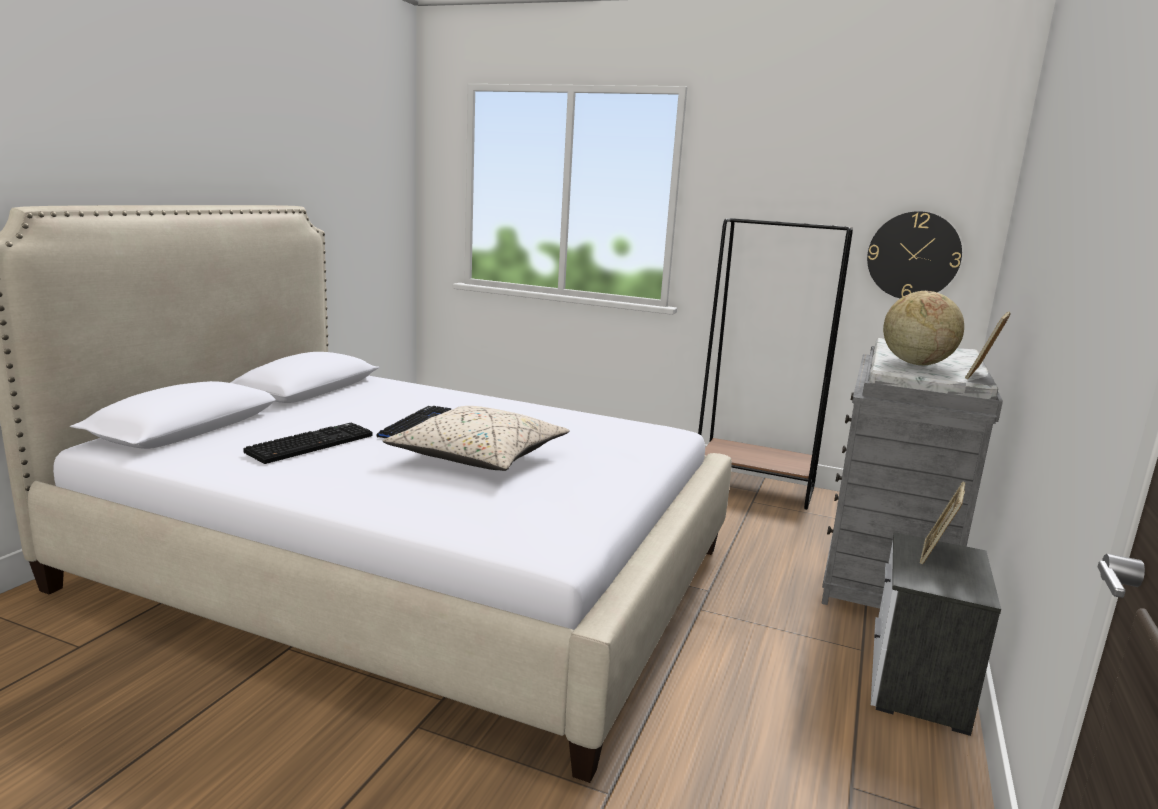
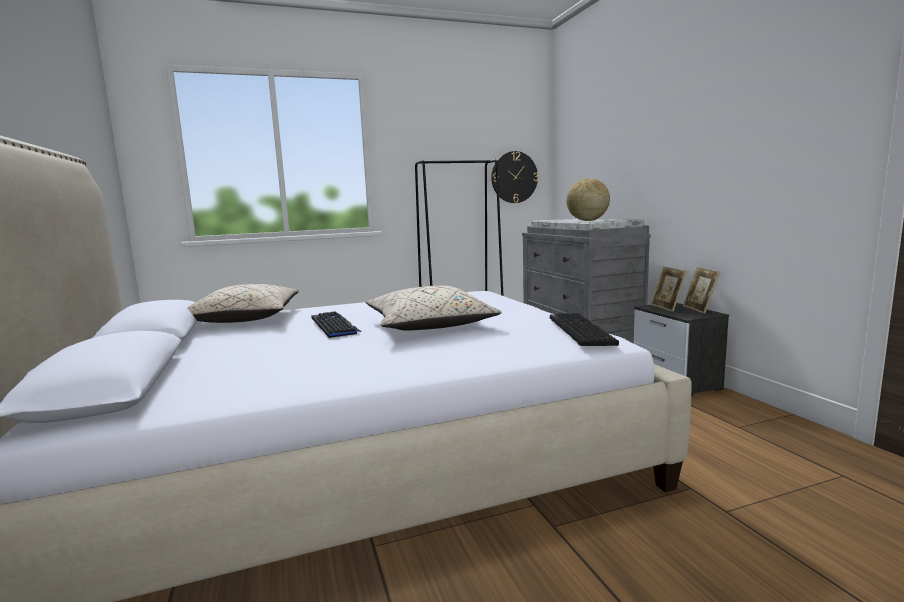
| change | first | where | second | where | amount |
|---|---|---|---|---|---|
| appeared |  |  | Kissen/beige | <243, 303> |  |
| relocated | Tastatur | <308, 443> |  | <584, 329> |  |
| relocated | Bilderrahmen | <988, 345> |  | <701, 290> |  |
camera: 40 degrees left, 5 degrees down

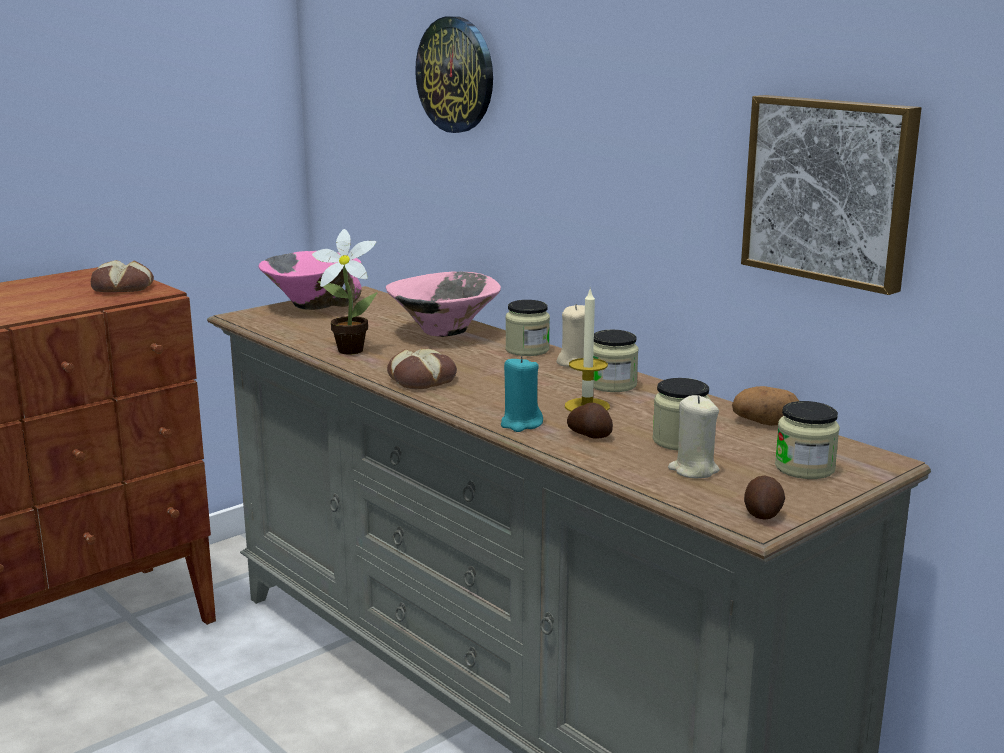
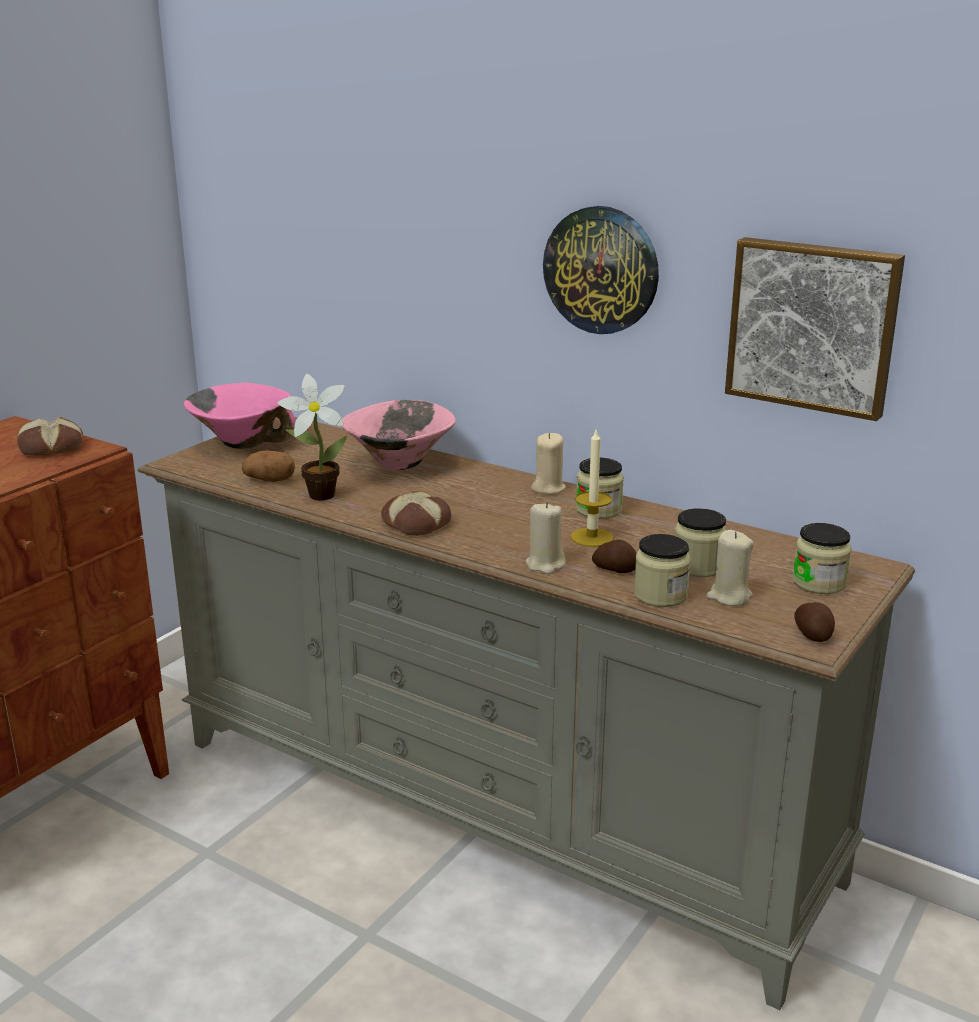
| change | first | where | second | where | amount |
|---|---|---|---|---|---|
| relocated | Kartoffel | <765, 406> |  | <268, 466> |  |
| colour | Kerze/türkis | <522, 394> | Kerze/beige | <546, 538> |  |
| relocated | Wanduhr | <454, 74> |  | <601, 270> |  |
| relocated | Vorratsglas | <527, 328> |  | <662, 570> |  |
camera: 15 degrees left, 5 degrees up

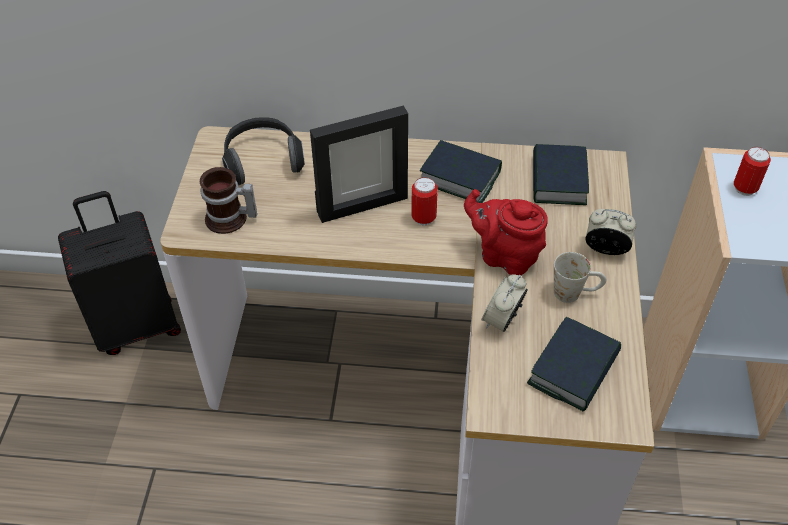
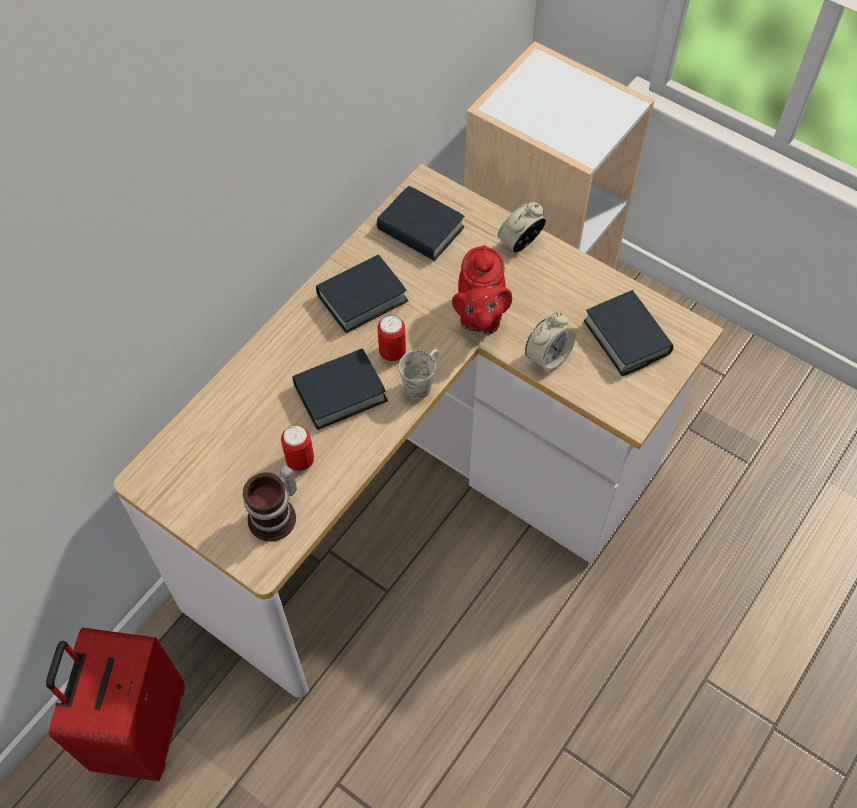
| change | first | where | second | where | amount |
|---|---|---|---|---|---|
| colour | Koffer/schwarz | <119, 273> | Koffer/rot | <115, 704> |  |
| relocated | Dose | <752, 171> |  | <297, 448> |  |
| exchanged | Bilderrahmen | <359, 164> | Buch | <340, 389> |  |
| relocated | Henkelbecher/weiß | <580, 277> |  | <419, 374> |  |
| spun | Teekanne/rot | <506, 232> |  | <482, 290> | 60 degrees counterclockwise |
| spun | Wecker | <505, 303> |  | <550, 342> | 105 degrees counterclockwise |
| missing | Kopfhörer | <263, 151> |  |  |  |
camera: 60 degrees left, 10 degrees up

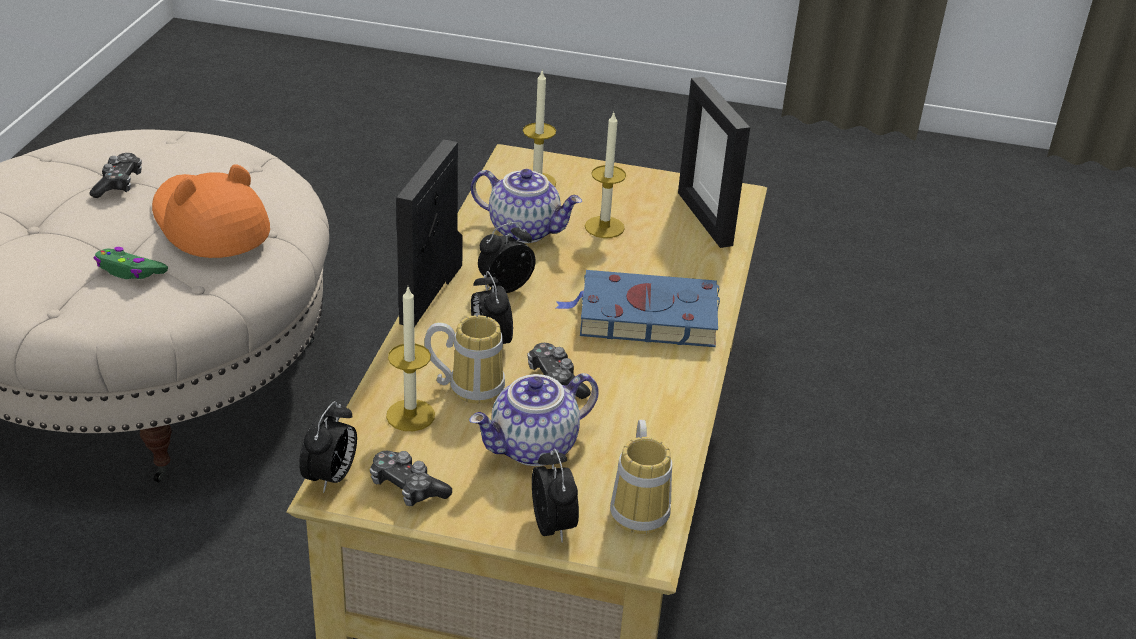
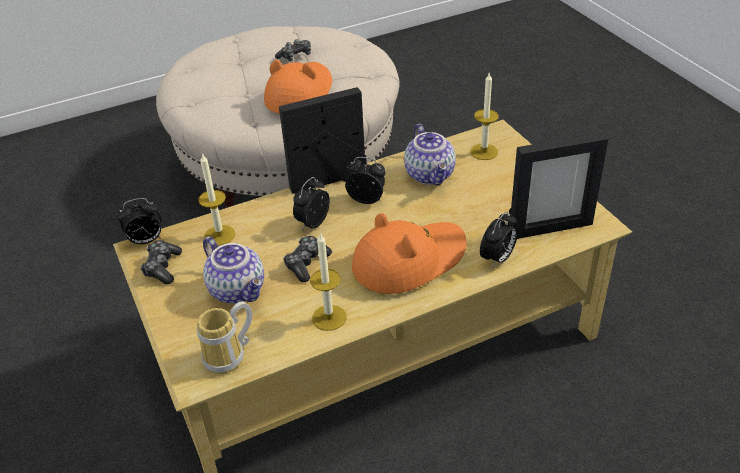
| change | first | where | second | where | amount |
|---|---|---|---|---|---|
| spun | Teekanne | <534, 419> |  | <233, 270> | 150 degrees counterclockwise |
| relocated | Kerze | <605, 175> |  | <328, 281> |  |
| exchanged | Buch/blau | <638, 308> | Hut/orange | <409, 253> |  |
| relocated | Wecker | <555, 496> |  | <498, 239> |  |
| spun | Bilderrahmen | <714, 162> |  | <558, 186> | 135 degrees counterclockwise |
| missing | Gamepad/grün | <131, 263> |  |  |  |
| missing | Henkelbecher | <464, 359> |  |  |  |
camera: 55 degrees right, 5 degrees up

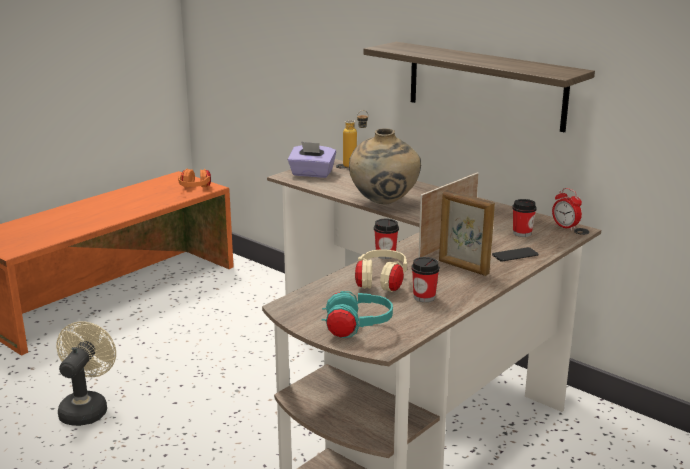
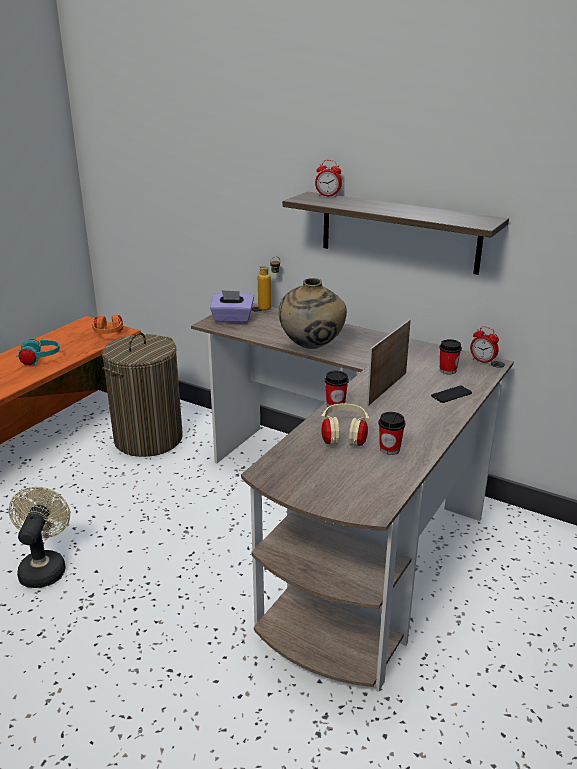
| change | first | where | second | where | amount |
|---|---|---|---|---|---|
| relocated | Kopfhörer/türkis | <357, 314> |  | <38, 352> |  |
| appeared |  |  | Wäschekorb | <142, 394> |  |
| appeared |  |  | Wecker | <328, 178> |  |
| missing | Bilderrahmen | <467, 233> |  |  |  |
camera: 10 degrees left, 5 degrees up

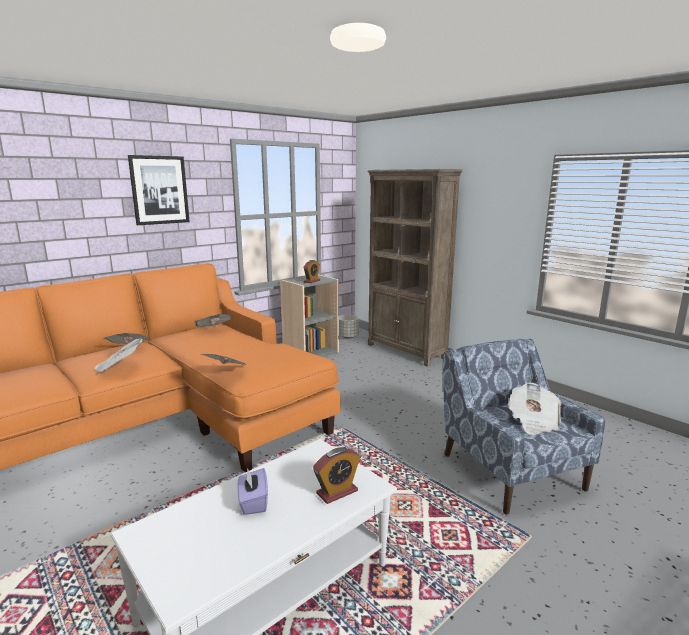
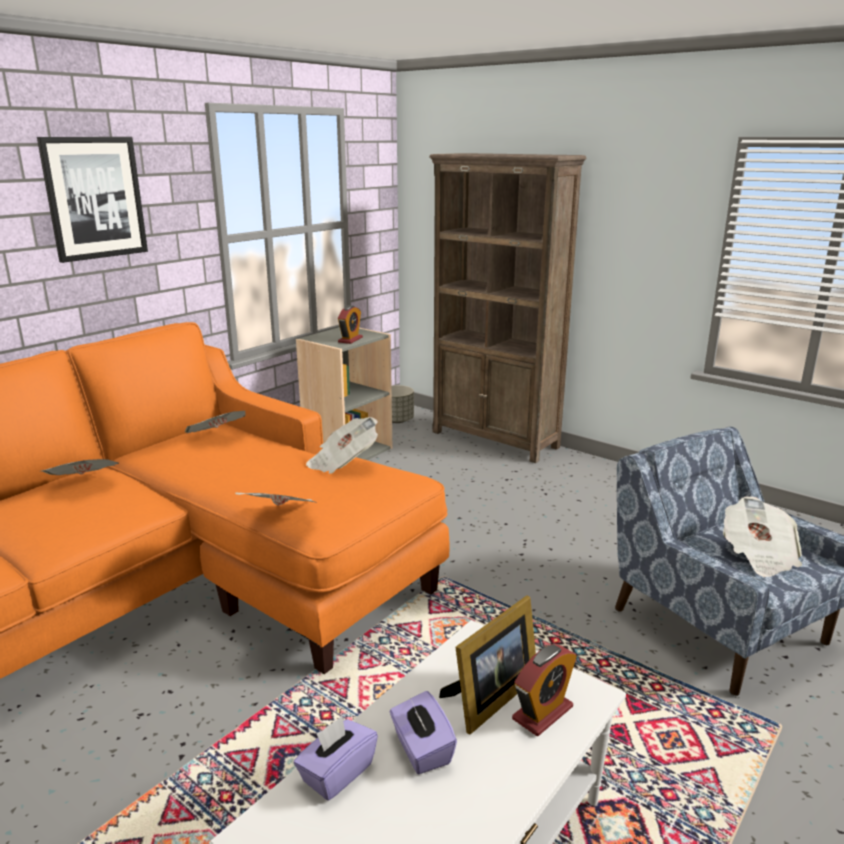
| change | first | where | second | where | amount |
|---|---|---|---|---|---|
| appeared |  |  | Taschentuchbox/lila | <336, 758> |  |
| relocated | Zeitung | <119, 355> |  | <342, 445> |  |
| appeared |  |  | Bilderrahmen | <487, 665> |  |
camera: 10 degrees left, 5 degrees up

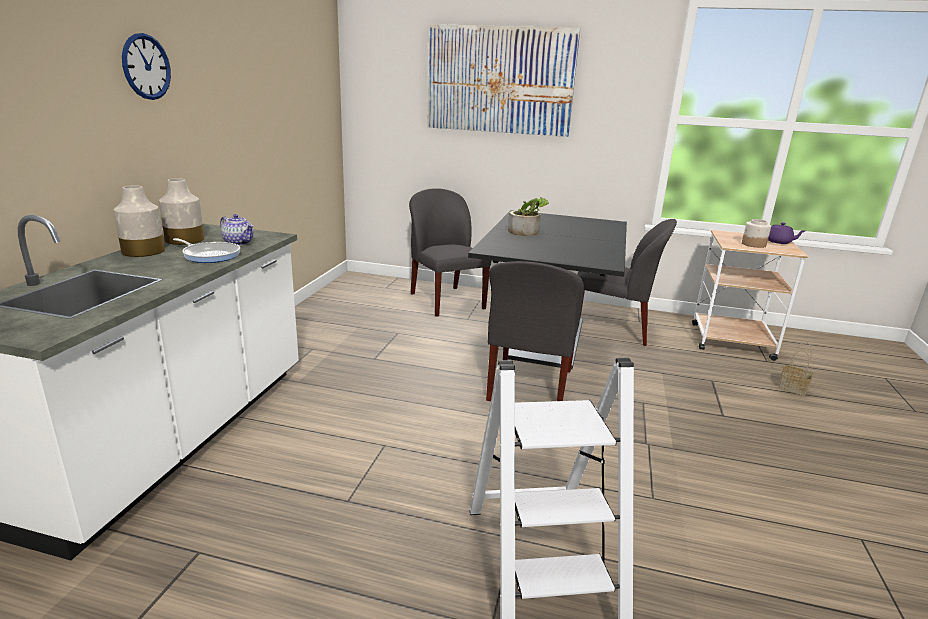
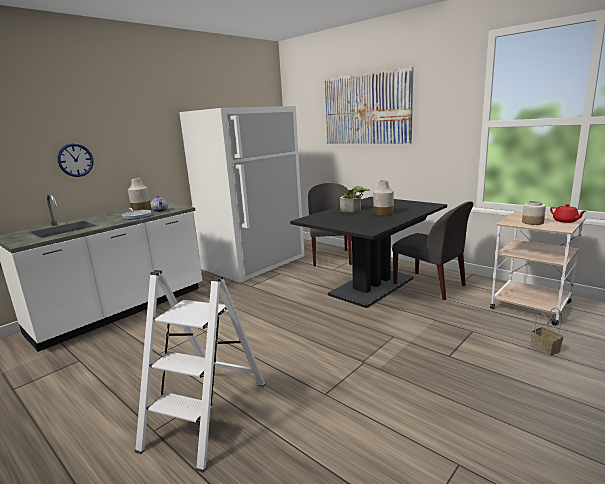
| change | first | where | second | where | amount |
|---|---|---|---|---|---|
| relocated | Wanduhr | <146, 66> |  | <75, 160> |  |
| appeared |  |  | Kühlschrank/weiß | <241, 194> |  |
| relocated | Vase/beige | <139, 221> |  | <383, 198> |  |
| colour | Teekanne/lila | <786, 233> | Teekanne/rot | <568, 213> |  |
| missing | Stuhl/grau | <535, 331> |  |  |  |
camera: 30 degrees right, 5 degrees down

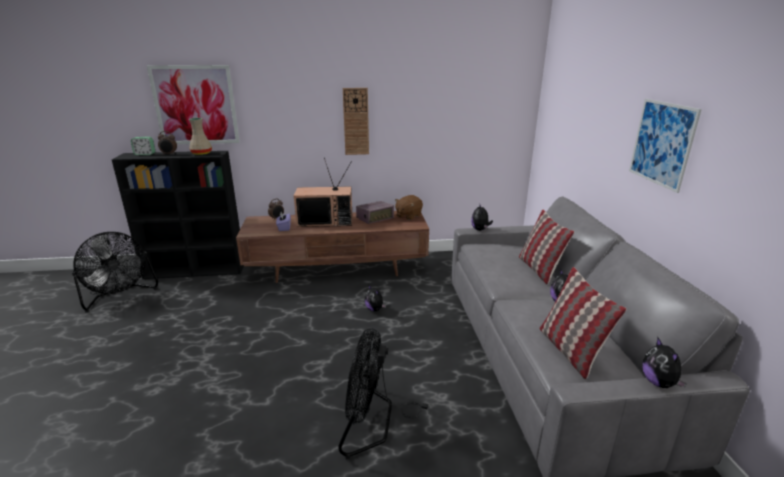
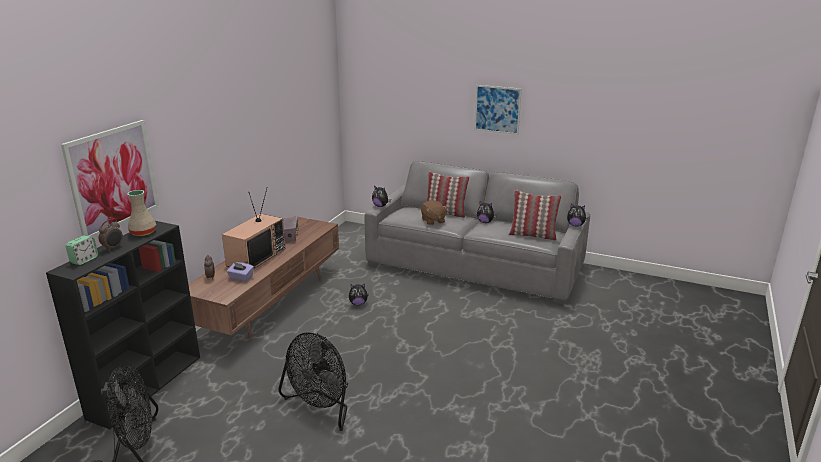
| change | first | where | second | where | amount |
|---|---|---|---|---|---|
| relocated | Ventilator/schwarz | <384, 394> |  | <313, 381> |  |
| relocated | Plüschtier/braun | <409, 207> |  | <434, 212> |  |
| missing | Wanduhr | <356, 121> |  |  |  |
camera: 60 degrees left, 0 degrees up

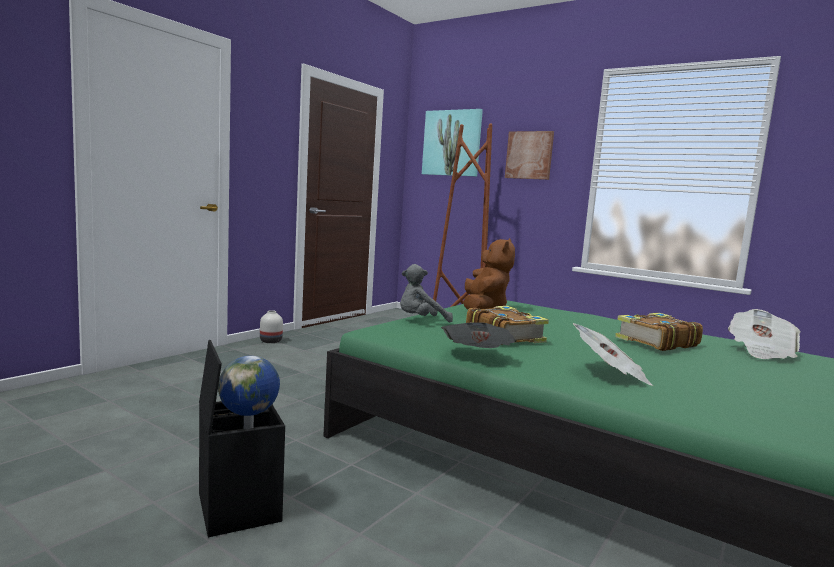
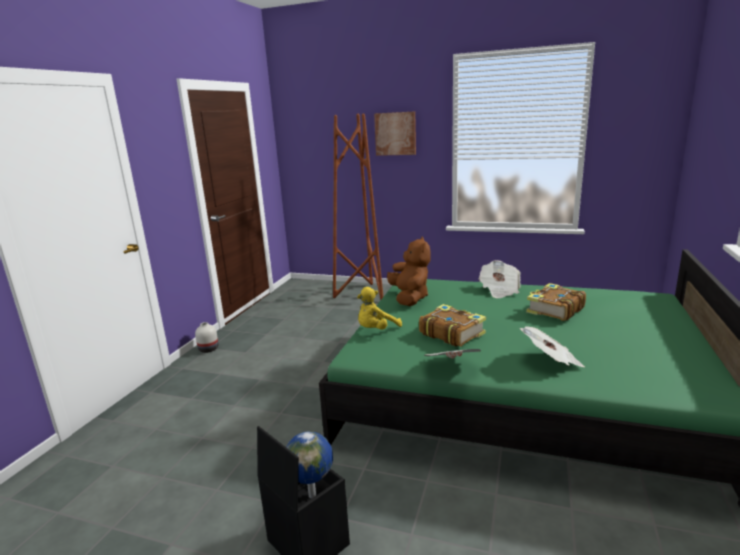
| change | first | where | second | where | amount |
|---|---|---|---|---|---|
| colour | Plüschtier/grau | <426, 293> | Plüschtier/gelb | <379, 308> |  |
| relocated | Zeitung | <764, 334> |  | <500, 279> |  |
| missing | Bild | <452, 143> |  |  |  |
camera: 15 degrees left, 10 degrees up

